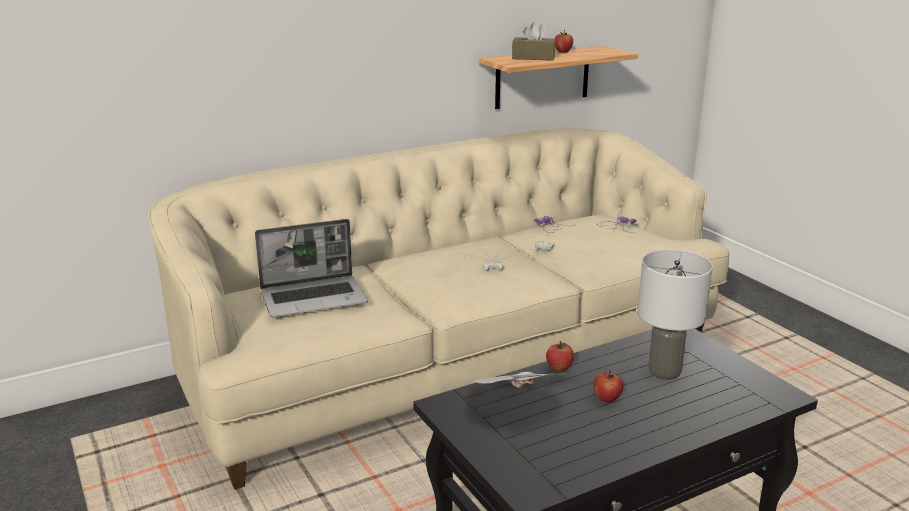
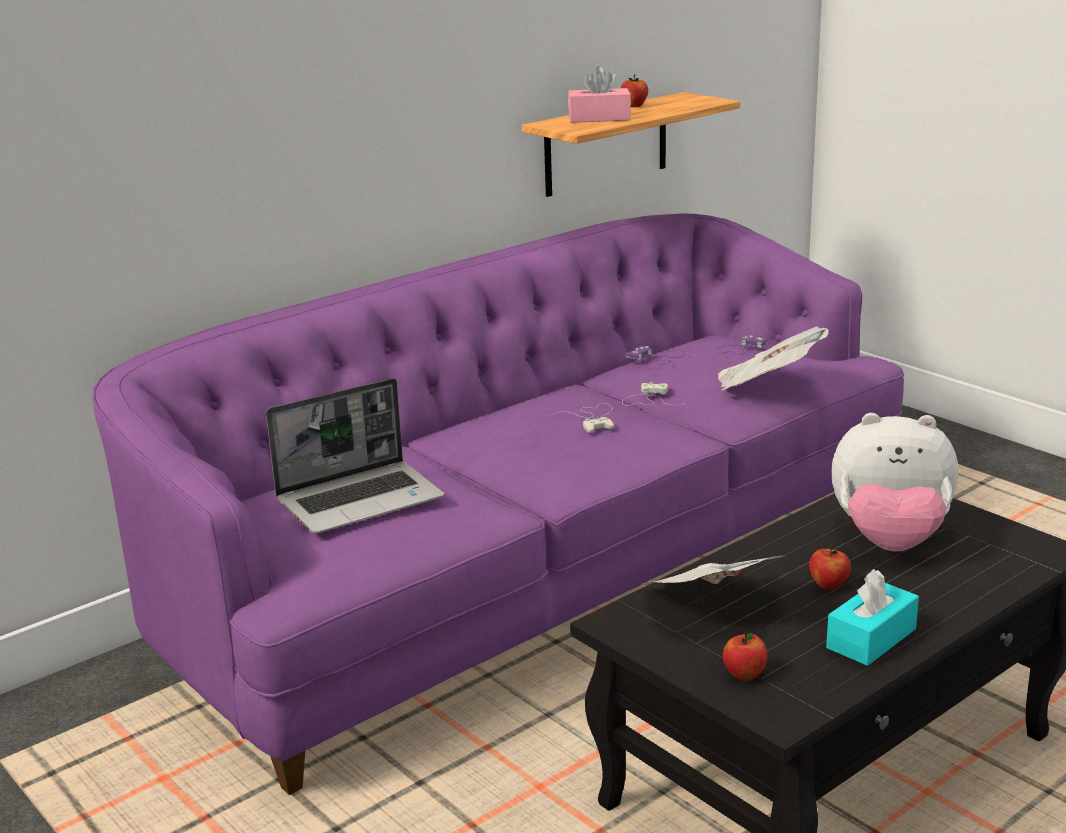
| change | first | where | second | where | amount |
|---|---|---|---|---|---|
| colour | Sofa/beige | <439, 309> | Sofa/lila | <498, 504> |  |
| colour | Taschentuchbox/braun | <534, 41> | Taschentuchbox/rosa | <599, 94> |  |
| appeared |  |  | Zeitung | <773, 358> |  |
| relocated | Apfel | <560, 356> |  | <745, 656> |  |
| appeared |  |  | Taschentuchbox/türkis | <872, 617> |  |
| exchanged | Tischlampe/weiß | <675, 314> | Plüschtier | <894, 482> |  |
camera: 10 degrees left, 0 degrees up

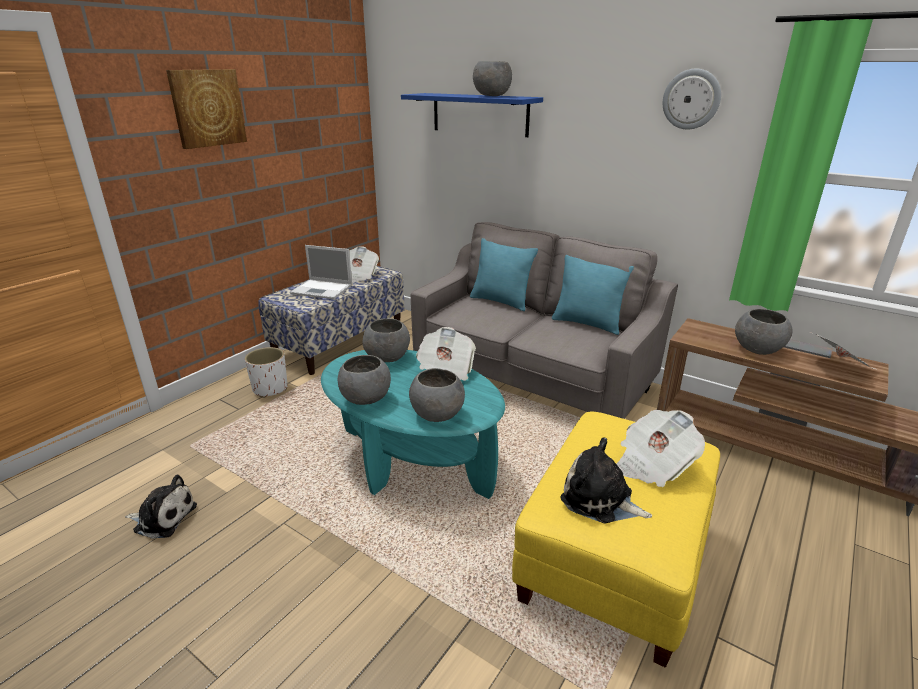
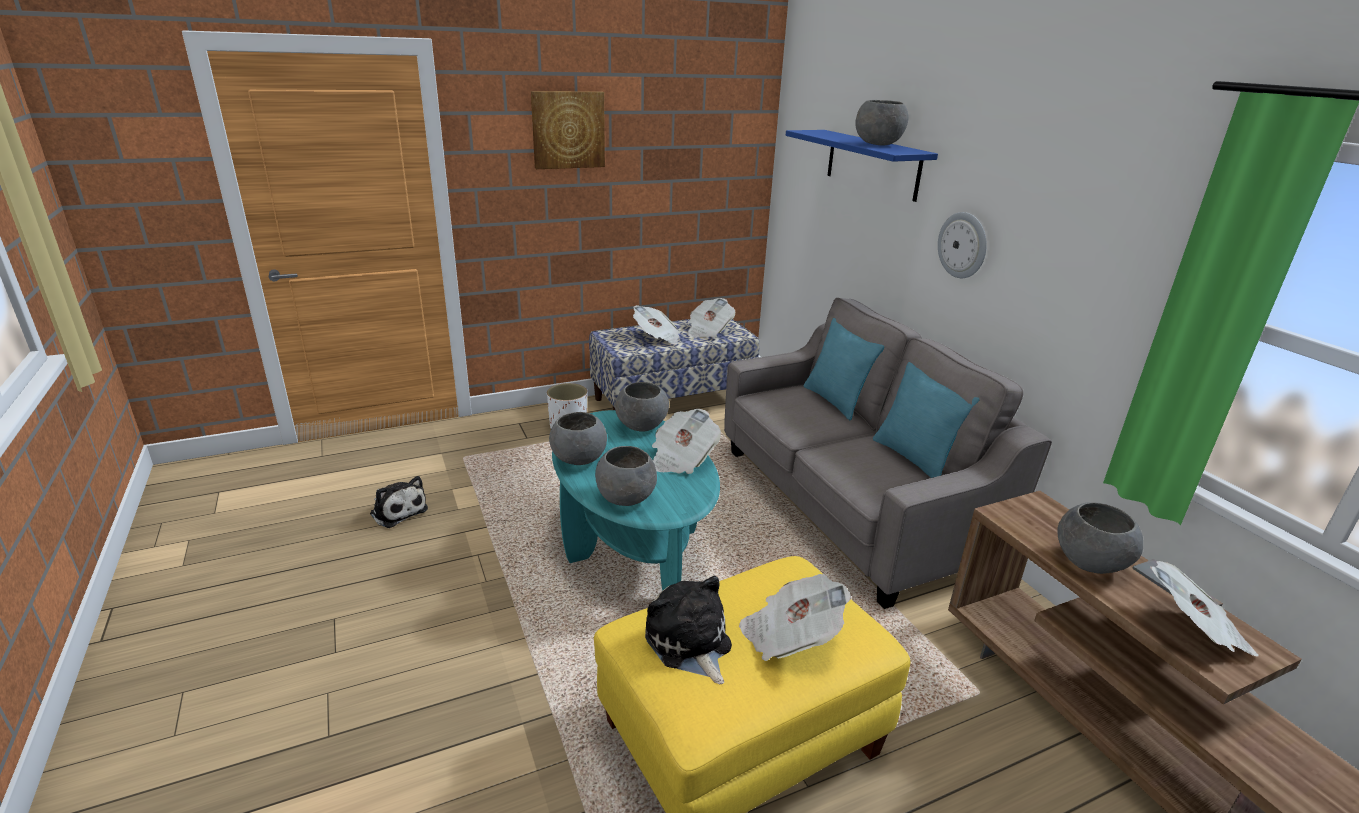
| change | first | where | second | where | amount |
|---|---|---|---|---|---|
| exchanged | Laptop | <321, 272> | Zeitung | <656, 325> |  |
| relocated | Wanduhr | <692, 99> |  | <962, 245> |  |
camera: 30 degrees right, 0 degrees up

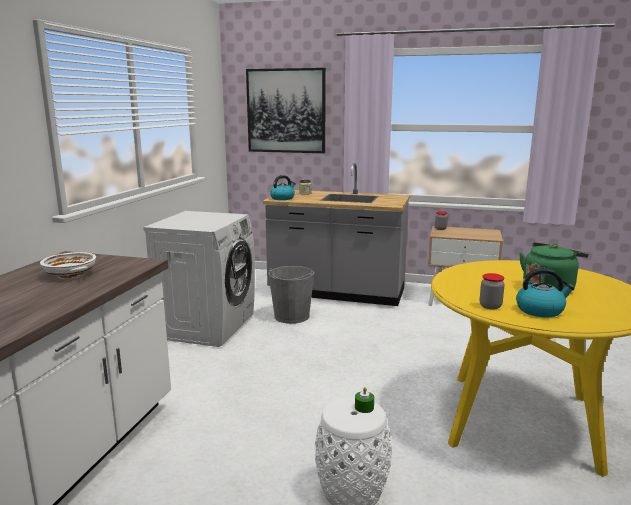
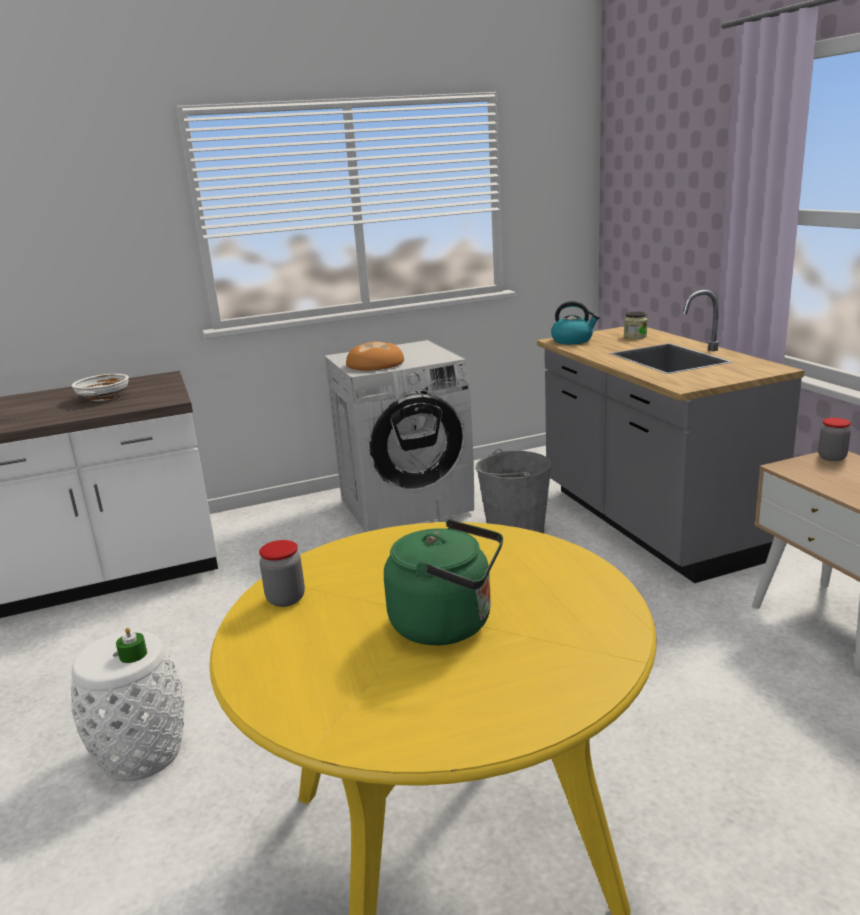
| change | first | where | second | where | amount |
|---|---|---|---|---|---|
| appeared |  |  | Brot | <375, 356> |  |
| missing | Bild | <286, 110> |  |  |  |
| missing | Wasserkessel | <545, 292> |  |  |  |
camera: 55 degrees right, 5 degrees up

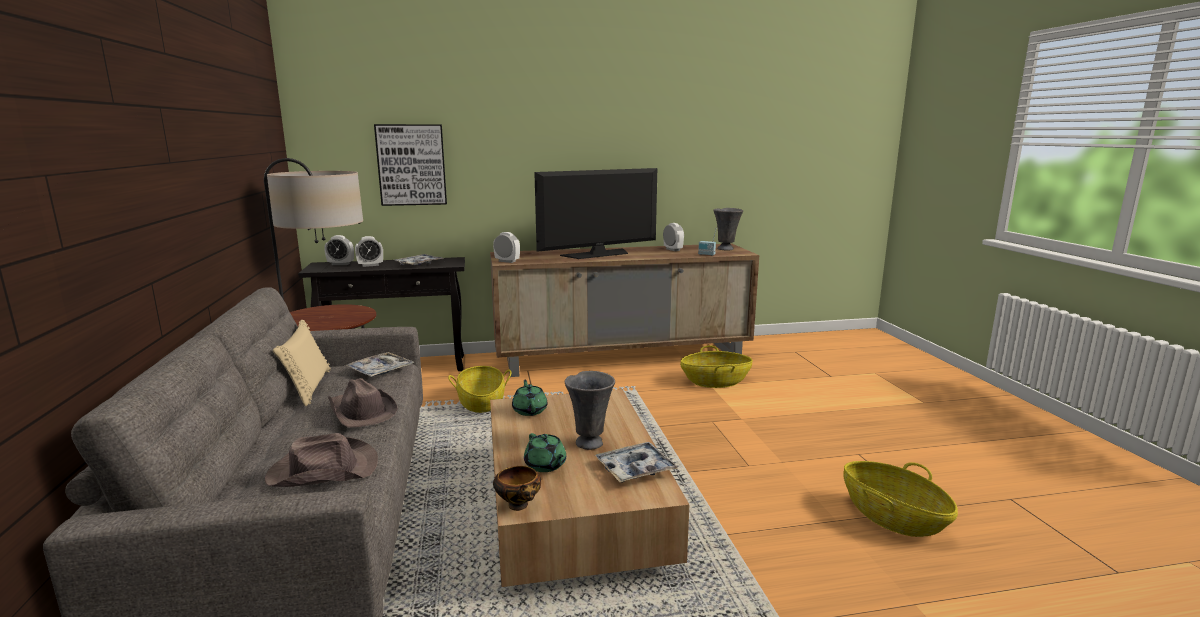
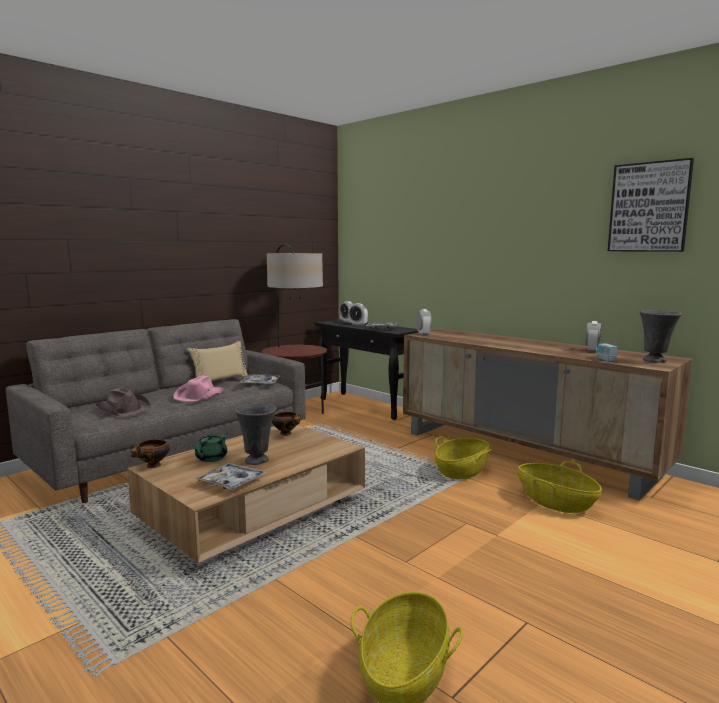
| change | first | where | second | where | amount |
|---|---|---|---|---|---|
| colour | Hut/braun | <363, 403> | Hut/rosa | <199, 388> |  |
| exchanged | Teekanne/grün | <530, 398> | Schüssel | <286, 424> |  |
| relocated | Korb | <480, 389> |  | <463, 457> |  |
| relocated | Bild | <410, 165> |  | <651, 205> |  |
| missing | Fernseher | <595, 213> |  |  |  |
camera: 55 degrees right, 5 degrees down

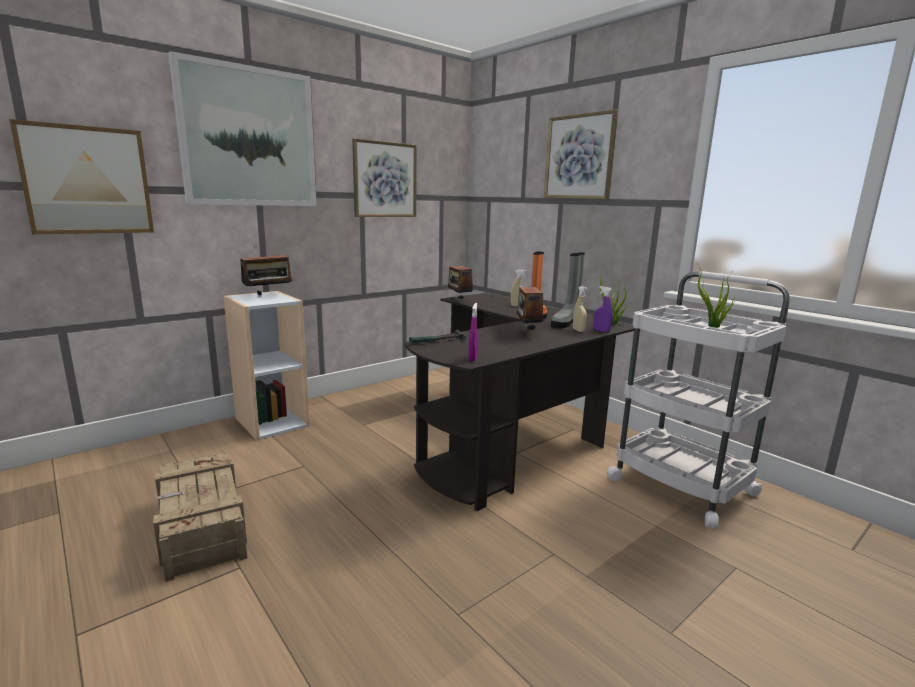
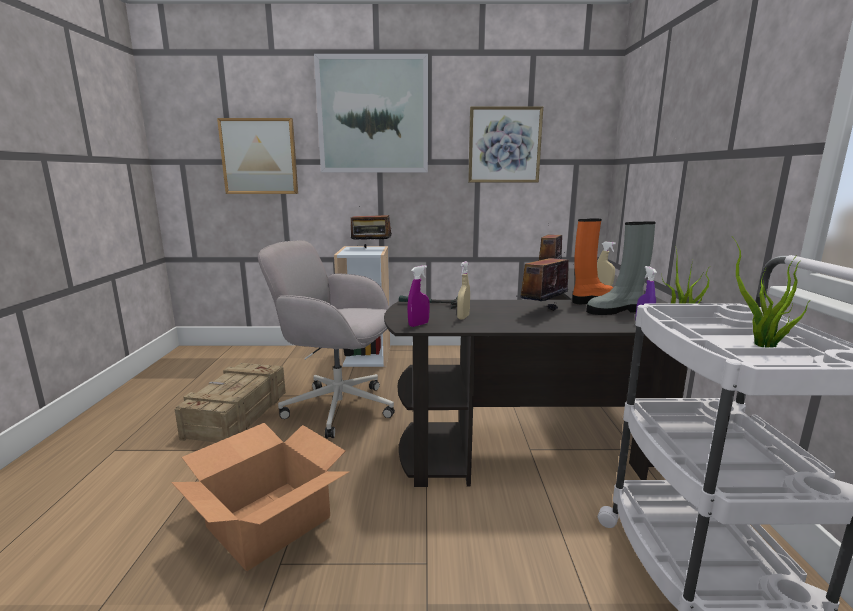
| change | first | where | second | where | amount |
|---|---|---|---|---|---|
| appeared |  |  | Karton | <260, 497> |  |
| appeared |  |  | Bürostuhl/grau | <326, 339> |  |
| relocated | Sprühflasche/beige | <580, 309> |  | <463, 290> |  |
| missing | Bild | <581, 154> |  |  |  |
camera: 40 degrees right, 0 degrees up

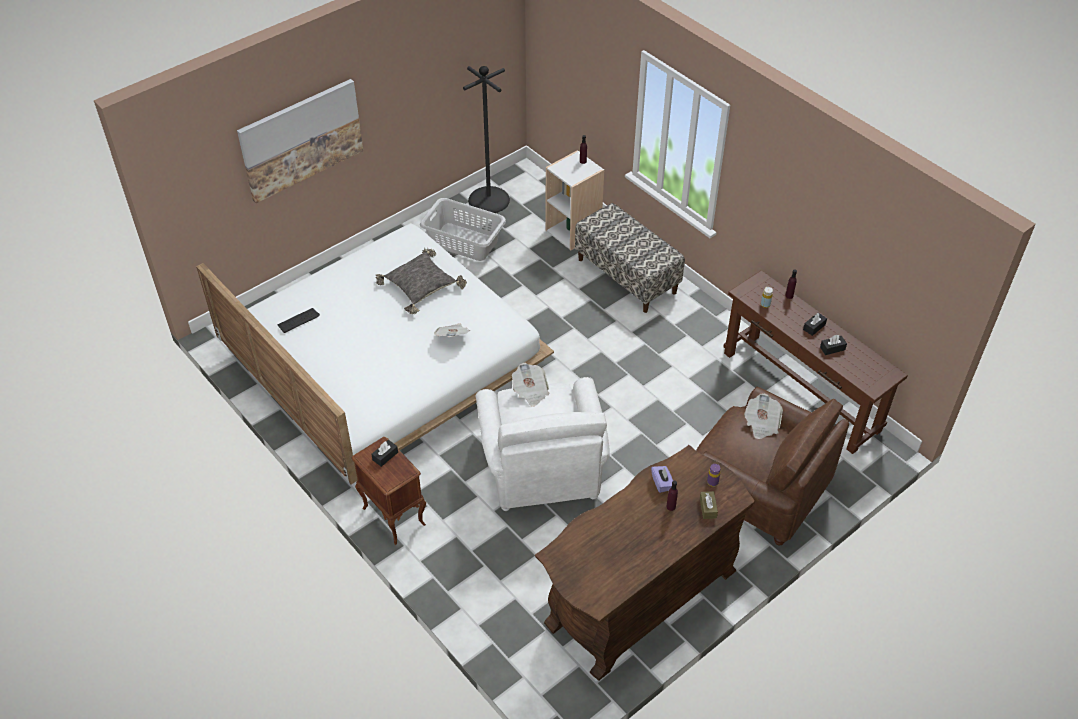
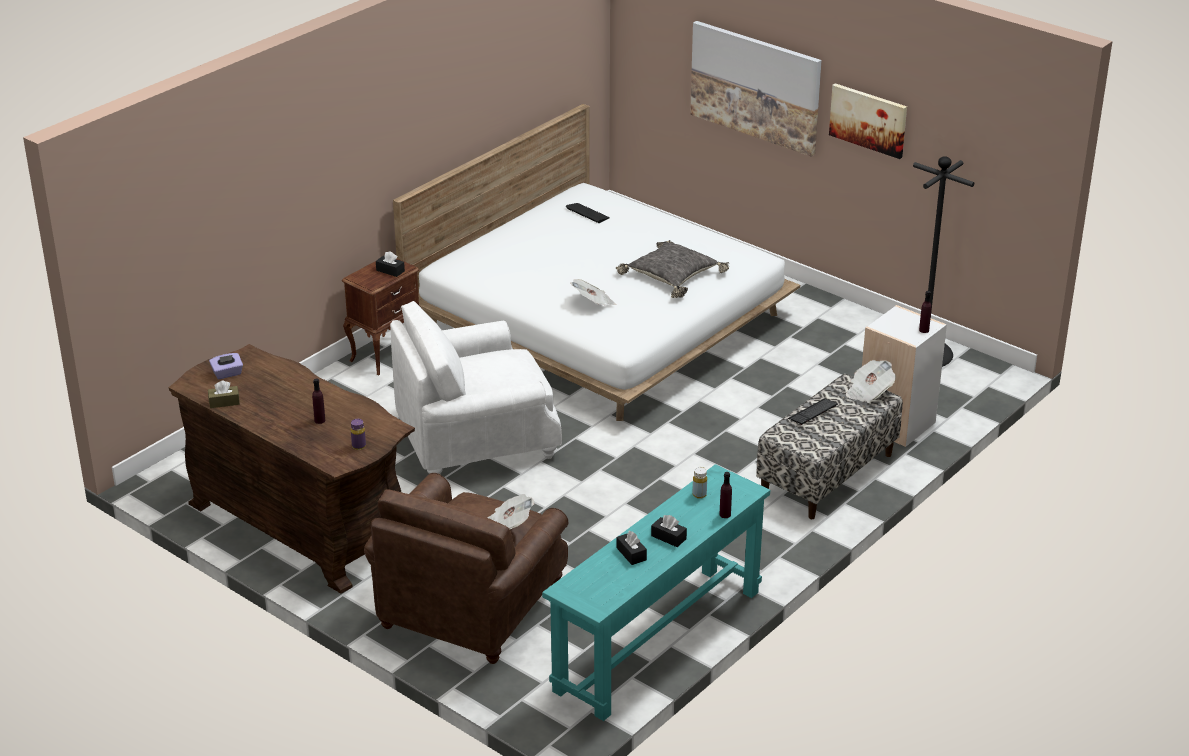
| change | first | where | second | where | amount |
|---|---|---|---|---|---|
| relocated | Taschentuchbox/braun | <709, 505> |  | <224, 394> |  |
| relocated | Taschentuchbox/lila | <662, 479> |  | <226, 366> |  |
| colour | Konsolentisch/braun | <815, 362> | Konsolentisch/türkis | <656, 592> |  |
| appeared |  |  | Tastatur | <813, 412> |  |
| appeared |  |  | Bild | <868, 121> |  |
| relocated | Zeitung | <531, 385> |  | <871, 381> |  |
| missing | Wäschekorb/grau | <463, 229> |  |  |  |
camera: 80 degrees right, 15 degrees down

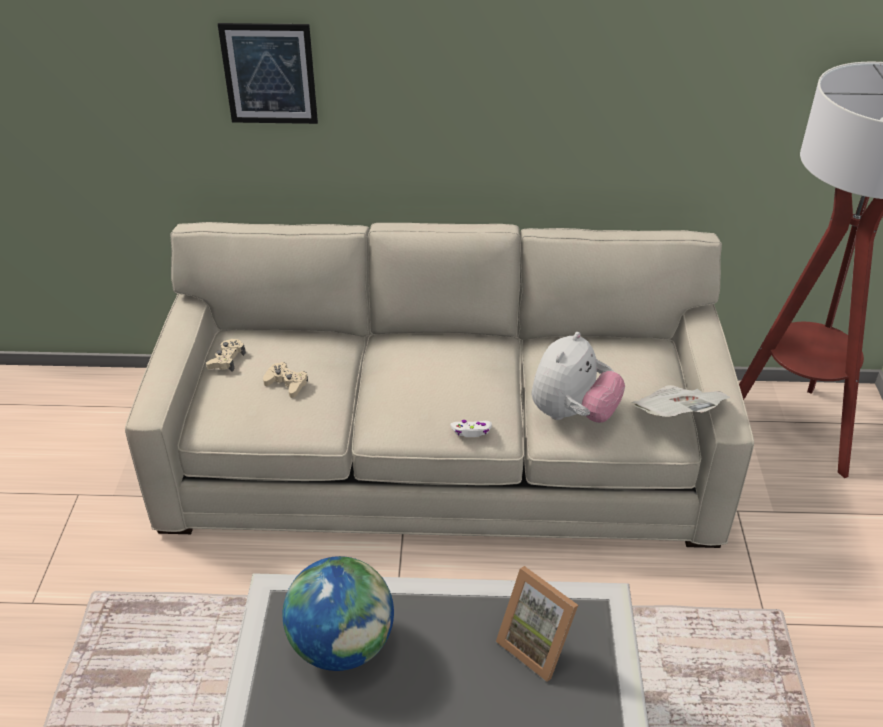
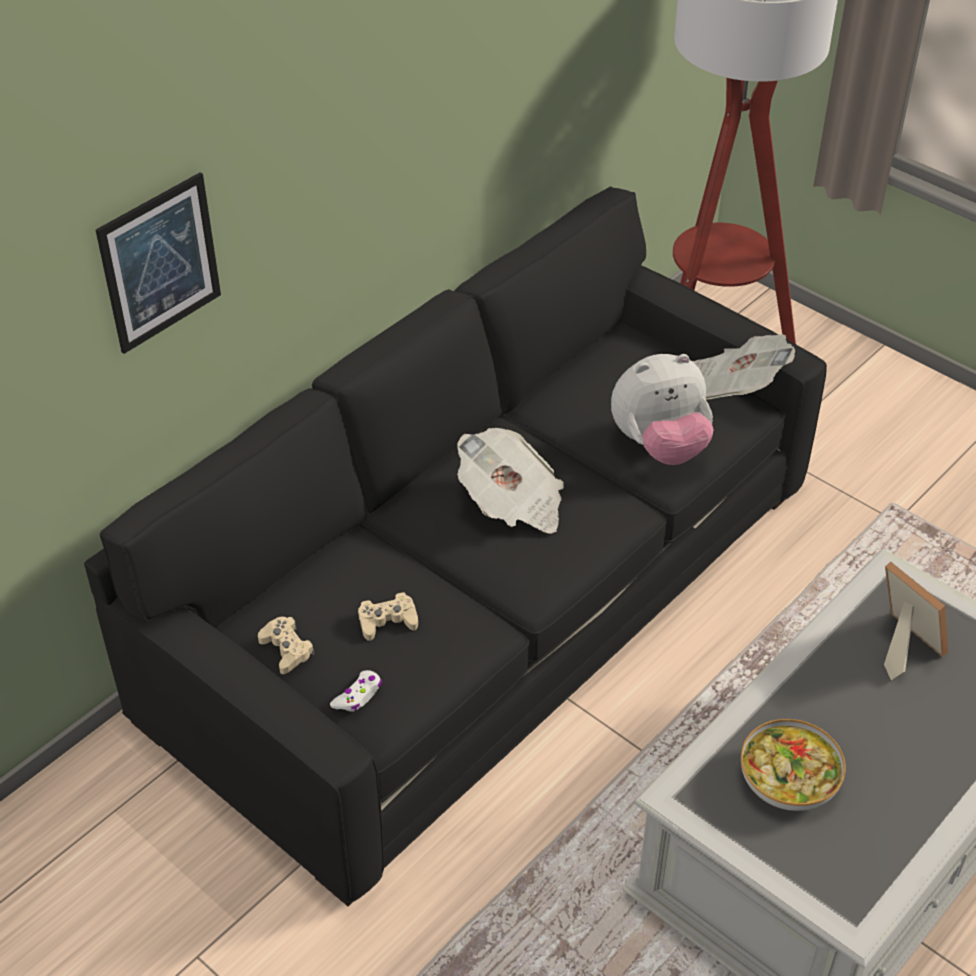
| change | first | where | second | where | amount |
|---|---|---|---|---|---|
| colour | Sofa/beige | <439, 385> | Sofa/schwarz | <455, 546> |  |
| relocated | Gamepad/weiß | <471, 428> |  | <356, 691> |  |
| appeared |  |  | Zeitung | <510, 481> |  |
| spun | Plüschtier | <578, 377> |  | <662, 409> | 90 degrees clockwise |
| exchanged | Globus | <338, 613> | Schüssel | <793, 765> |  |
| spun | Bilderrahmen | <537, 624> |  | <916, 621> | 120 degrees counterclockwise |
camera: 50 degrees left, 5 degrees up

